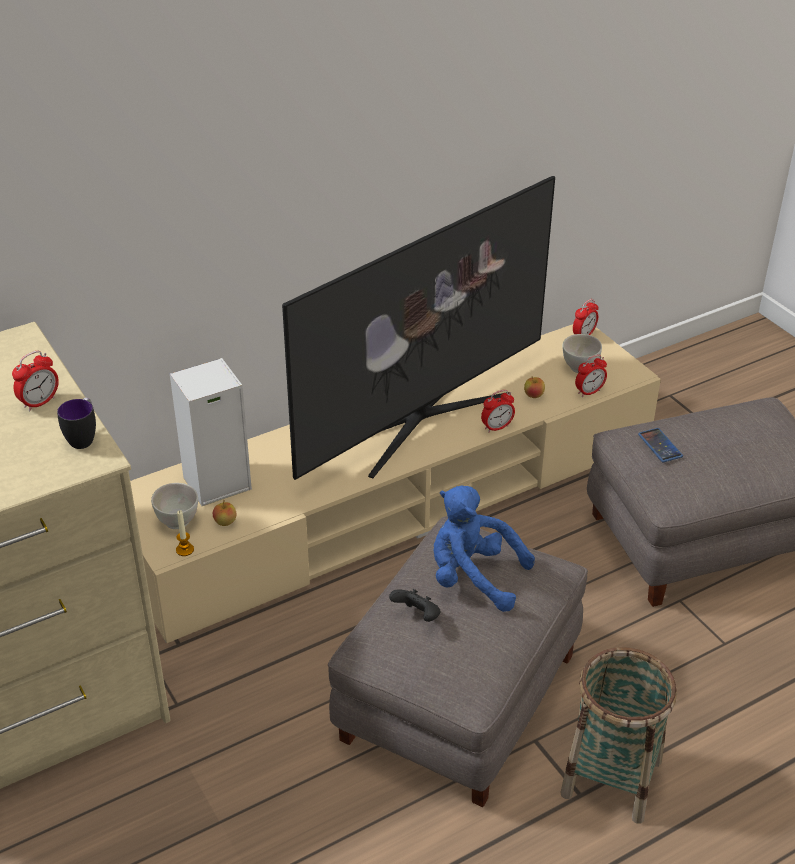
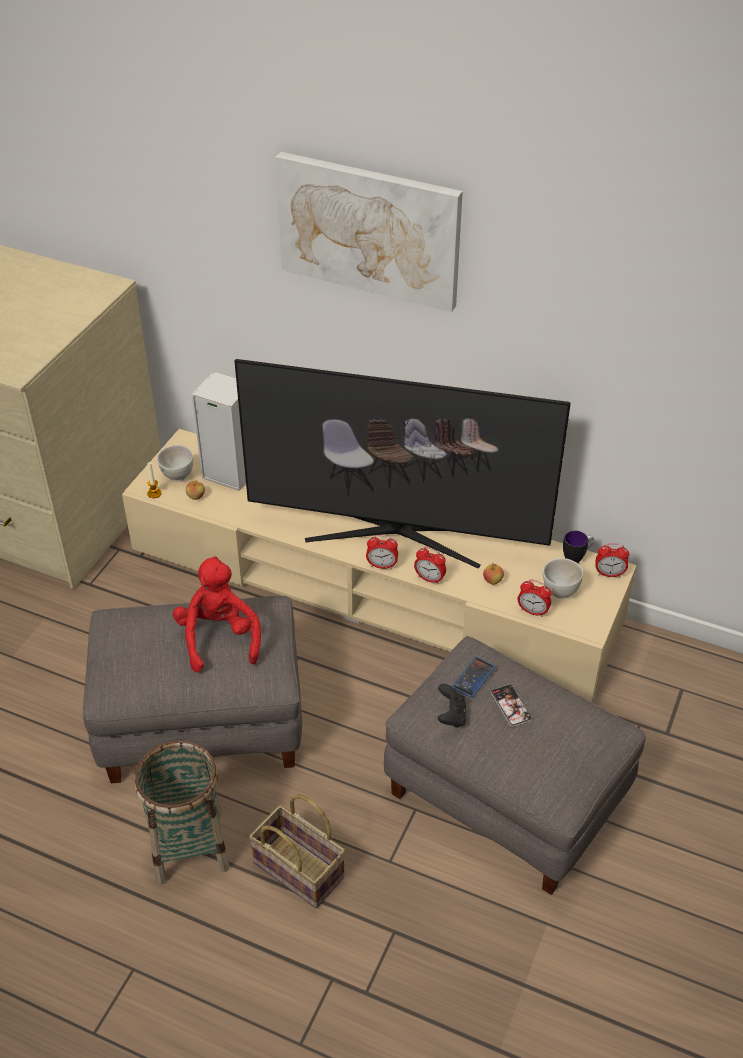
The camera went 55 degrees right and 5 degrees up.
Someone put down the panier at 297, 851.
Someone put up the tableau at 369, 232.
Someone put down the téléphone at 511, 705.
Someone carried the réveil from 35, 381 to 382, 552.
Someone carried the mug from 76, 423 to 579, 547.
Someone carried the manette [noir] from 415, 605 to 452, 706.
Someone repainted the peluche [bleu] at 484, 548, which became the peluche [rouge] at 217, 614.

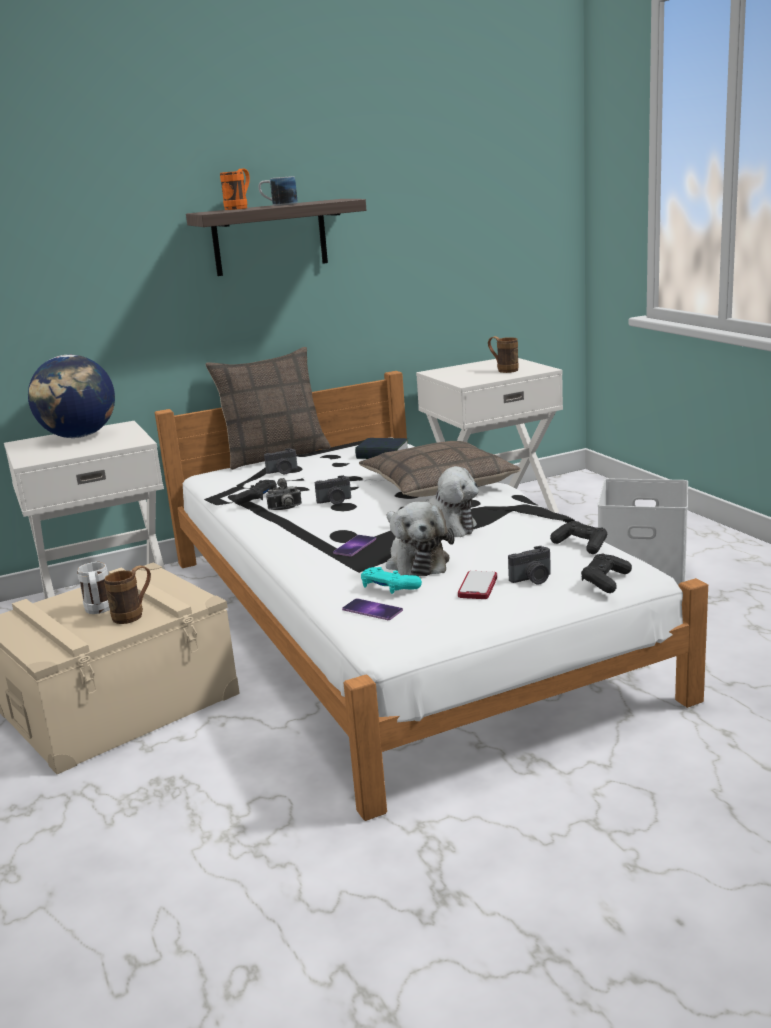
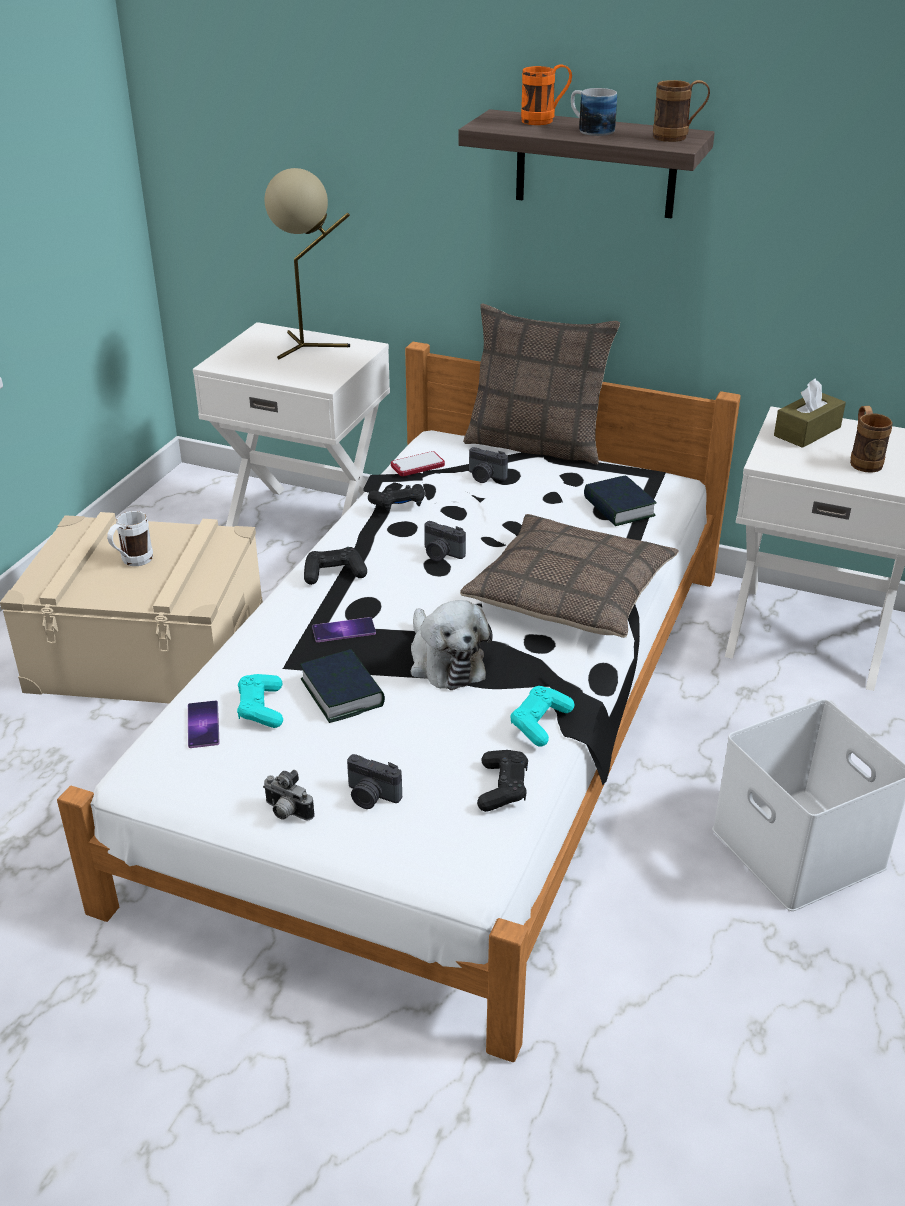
The camera went 45 degrees right and 15 degrees up.
Someone put down the manette [turquoise] at 542, 716.
Someone put down the boîte à mouchoirs [marron] at 810, 413.
Someone carried the mug [marron] from 127, 594 to 681, 111.
Someone carried the appareil photo from 284, 494 to 289, 795.
Someone carried the téléphone from 477, 585 to 418, 463.
Someone carried the manette [noir] from 606, 573 to 335, 566.
Someone swapped the globe at 71, 396 for the lampe de table [beige] at 307, 263.
Someone swapped the peluche at 420, 539 for the livre at 342, 686.

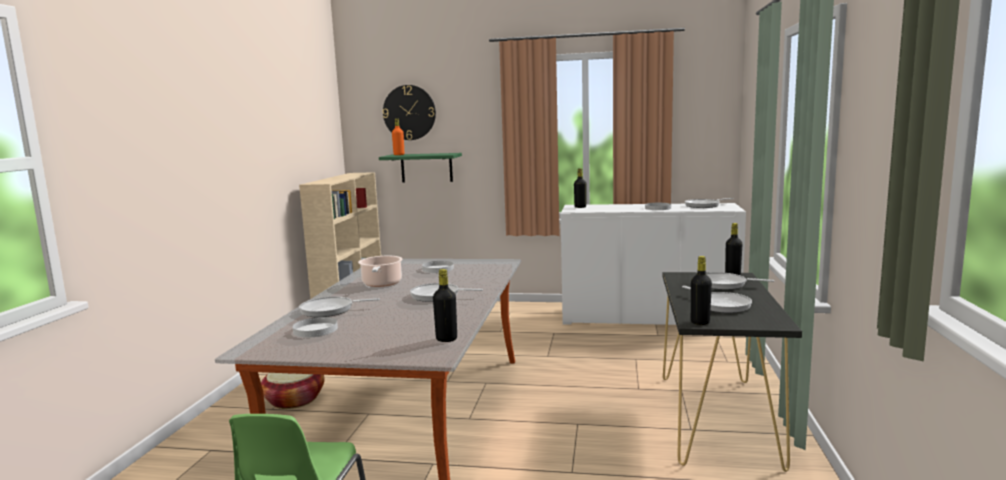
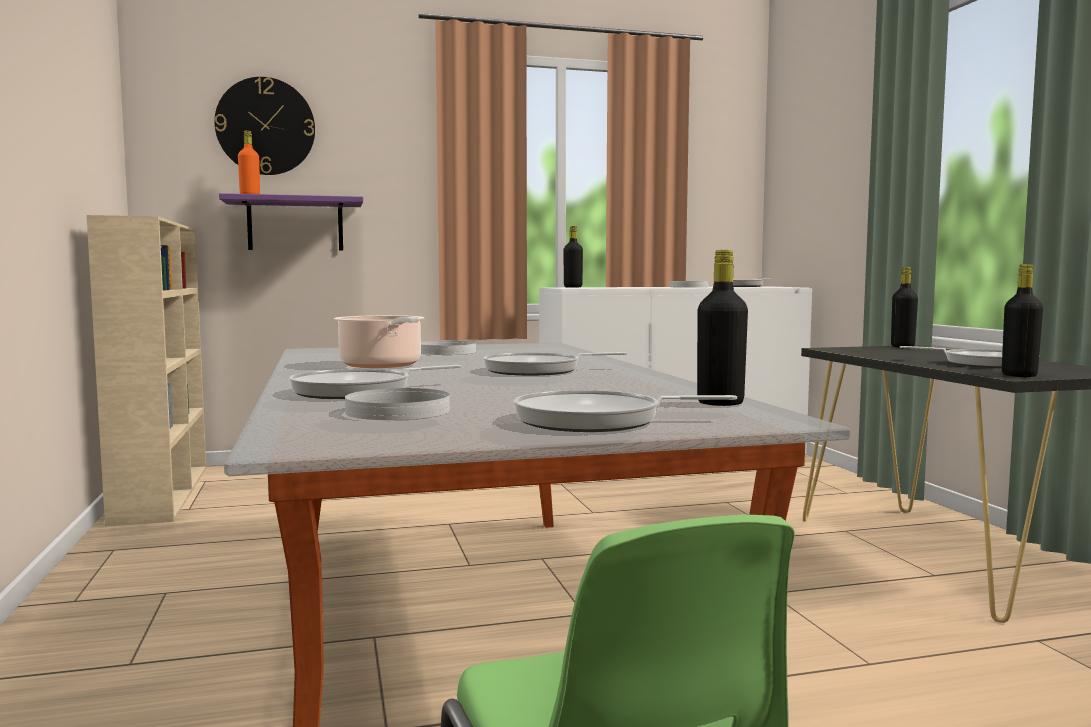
The camera went 25 degrees left and 5 degrees down.
Someone took away the panier at 293, 391.
Someone carried the poêle from 740, 281 to 625, 411.
Someone repainted the étagère [vert] at 420, 168, which became the étagère [violet] at 291, 222.

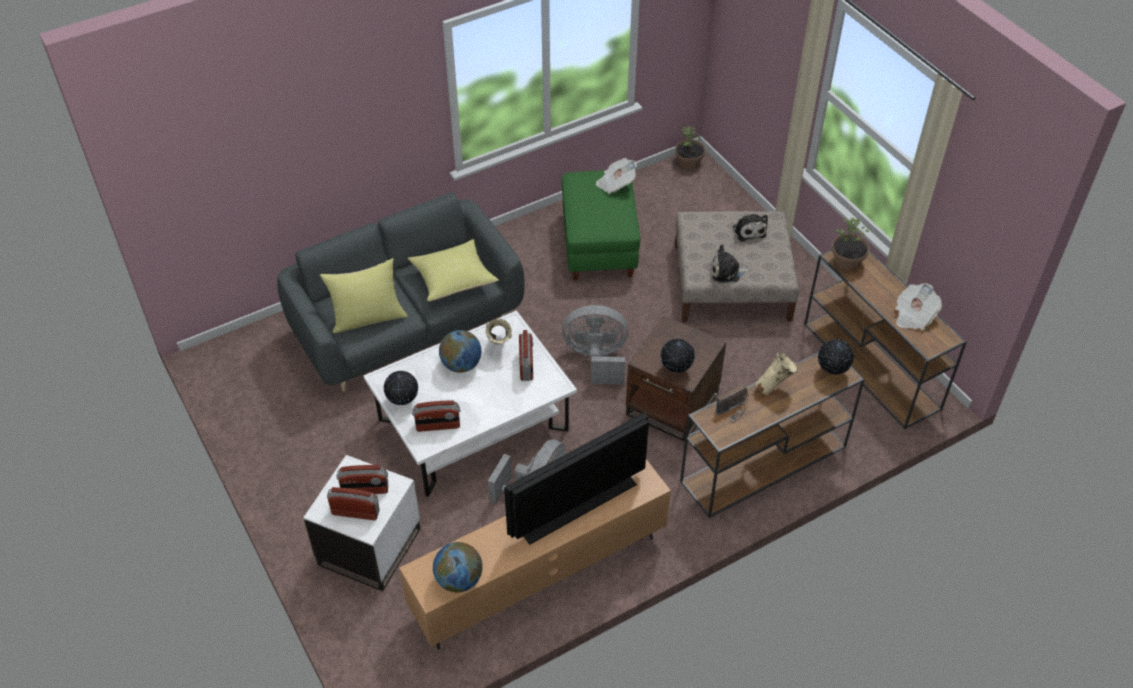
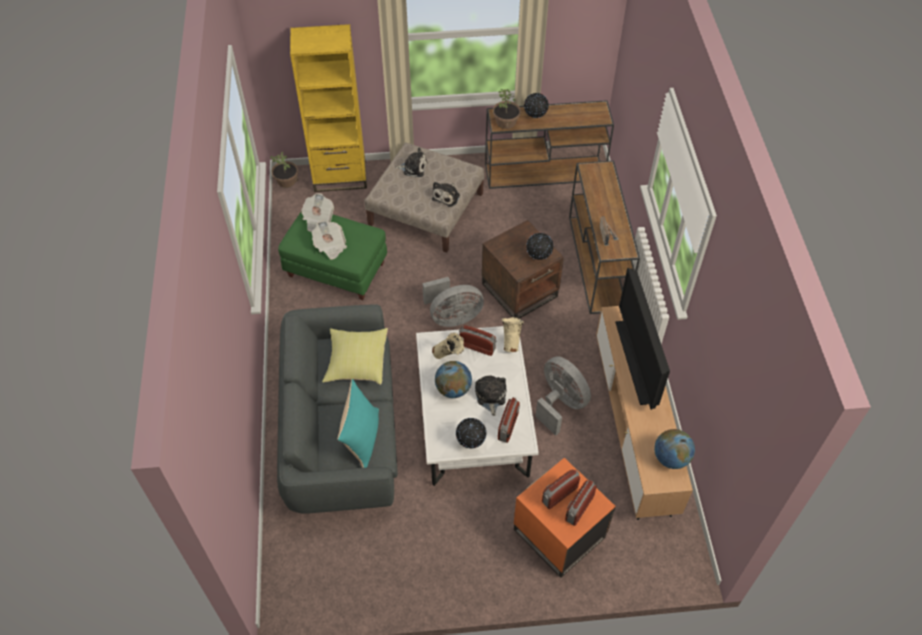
The camera went 65 degrees left and 5 degrees up.
Someone put down the bibliothèque [jaune] at 328, 108.
Someone put down the peluche at 490, 396.
Someone carried the vase [beige] from 776, 373 to 513, 334.
Someone carried the globe from 836, 357 to 536, 105.
Someone carried the journal from 918, 306 to 329, 240.
Someone repainted the table d'appoint [blanc] at 361, 523, which became the table d'appoint [orange] at 565, 518.
Someone repainted the coussin [jaune] at 364, 295, which became the coussin [turquoise] at 358, 423.
Someone rotated the radio at 362, 479 by 150 degrees counterclockwise.
Someone rotated the ventilateur [gris] at 595, 344 by 135 degrees counterclockwise.

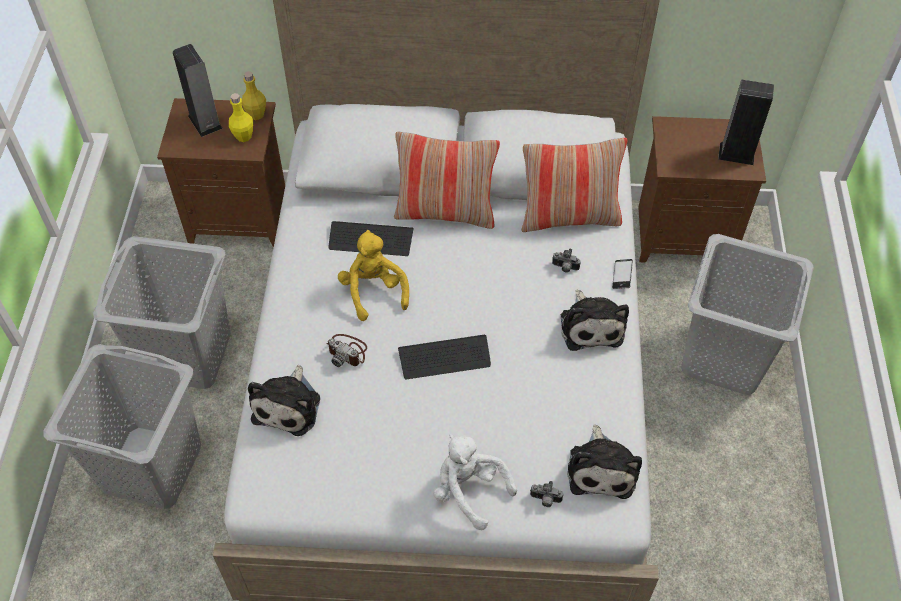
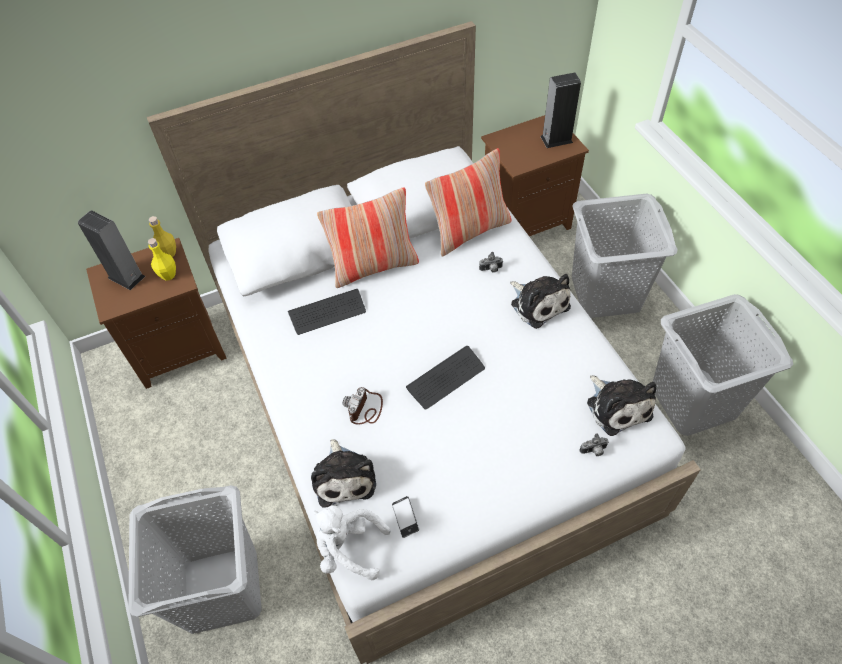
The camera went 25 degrees left and 0 degrees up.
Someone took away the peluche [jaune] at 373, 275.
Someone carried the panier à linge [gris] from 162, 312 to 723, 365.
Someone carried the peluche [blanc] from 475, 482 to 352, 542.
Someone carried the téléphone from 622, 274 to 405, 517.
Someone rotated the appareil photo at 346, 350 by 105 degrees clockwise.

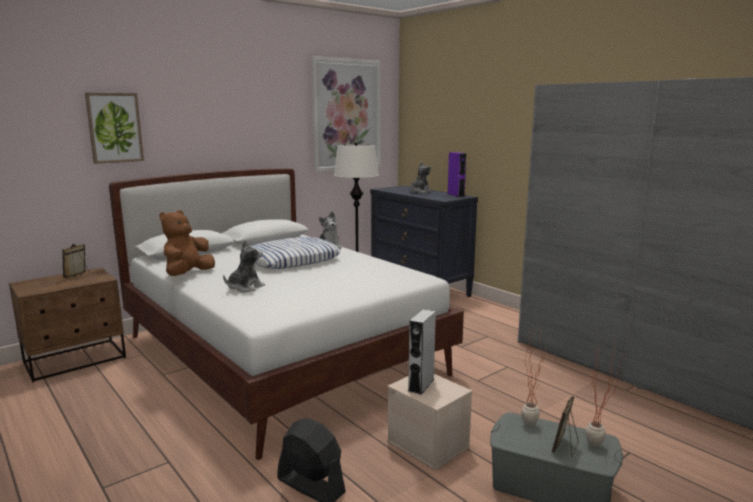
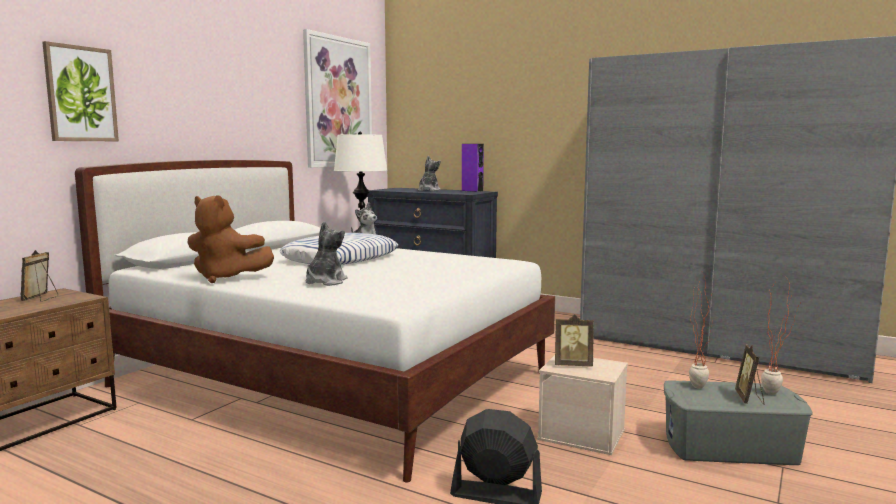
The camera went 20 degrees left and 5 degrees down.
Someone swapped the enceinte [gris] at 422, 352 for the cadre photo at 574, 340.
Someone rotated the peluche [marron] at 187, 243 by 75 degrees counterclockwise.

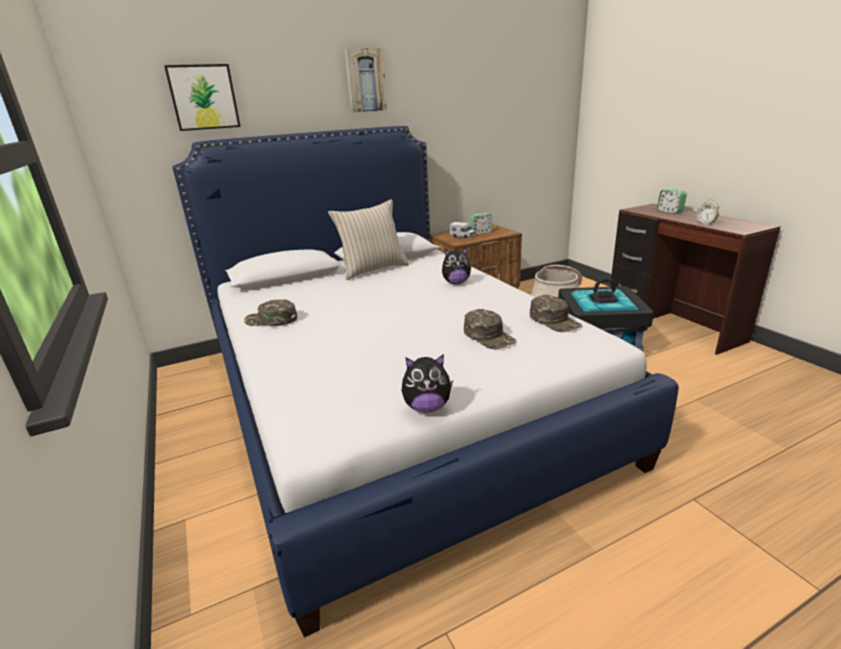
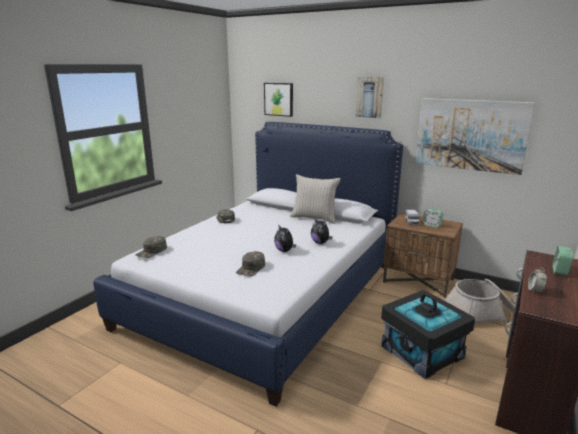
The camera went 55 degrees right and 5 degrees down.
Someone put up the tableau at 475, 136.
Someone carried the peluche from 427, 383 to 285, 238.
Someone carried the casquette [vert] from 556, 313 to 151, 247.

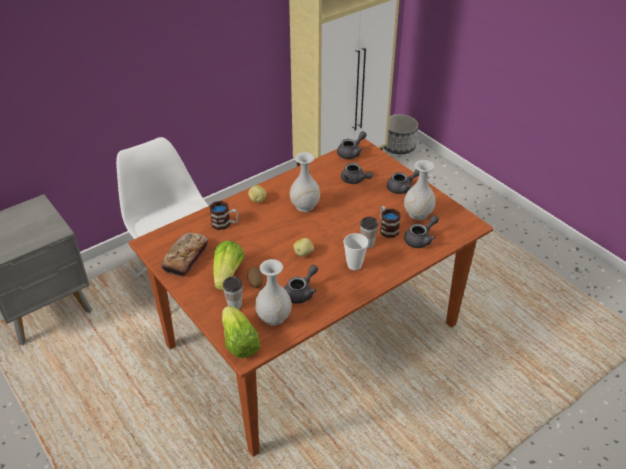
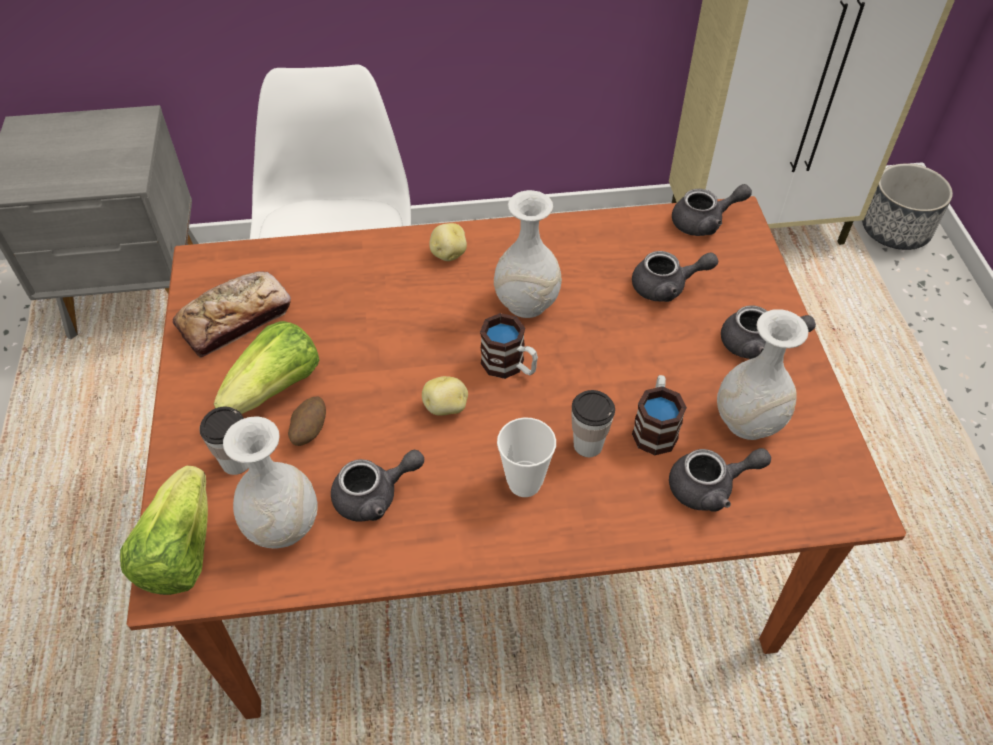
The camera went 30 degrees right and 10 degrees up.
Someone carried the mug from 223, 215 to 509, 346.
Someone rotated the théière [gris] at 357, 173 by 75 degrees counterclockwise.

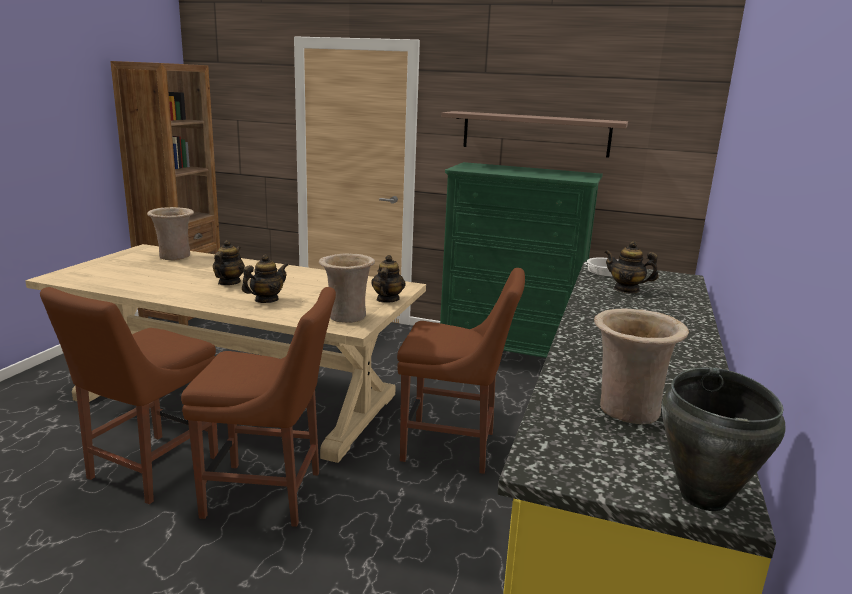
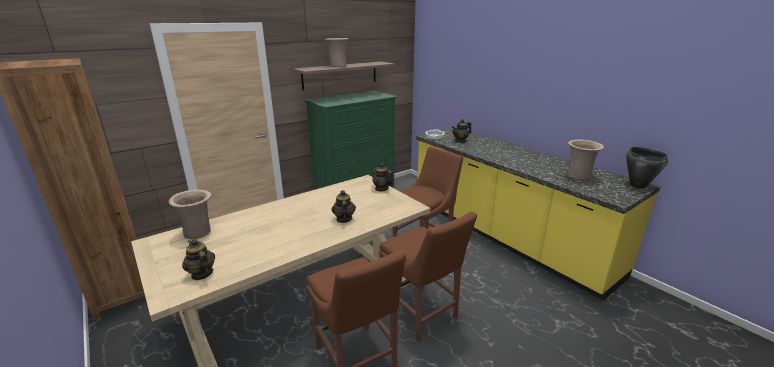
The camera went 55 degrees left and 5 degrees up.
Someone carried the théière from 229, 262 to 198, 259.
Someone carried the vase [beige] from 347, 288 to 336, 52.
Someone rotated the chaise [marron] at 258, 407 by 105 degrees clockwise.

